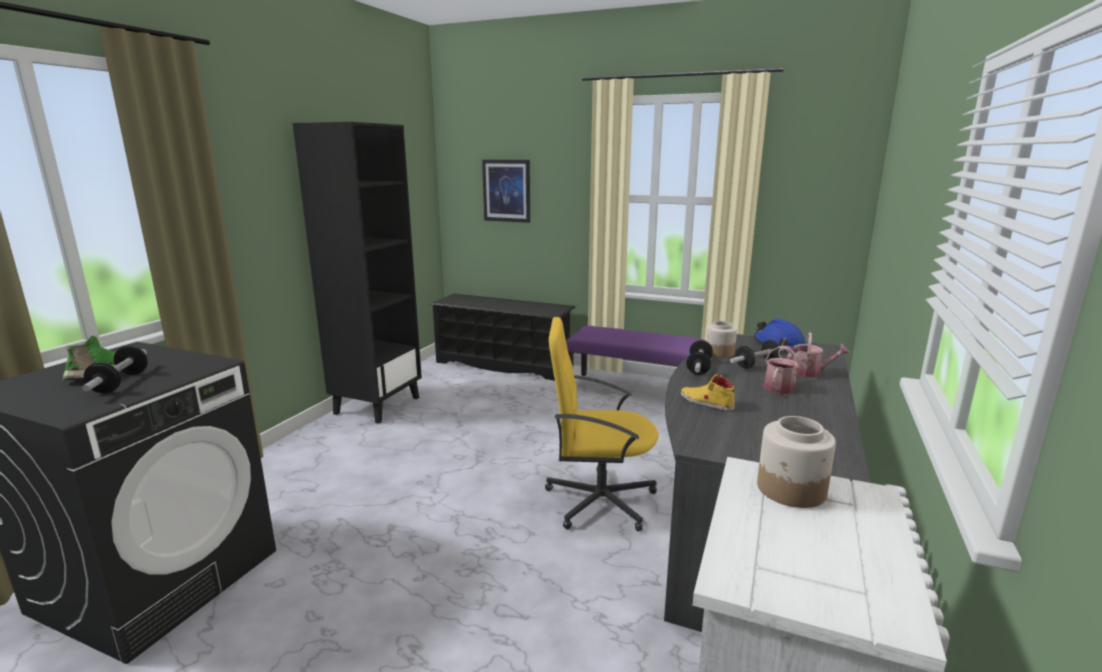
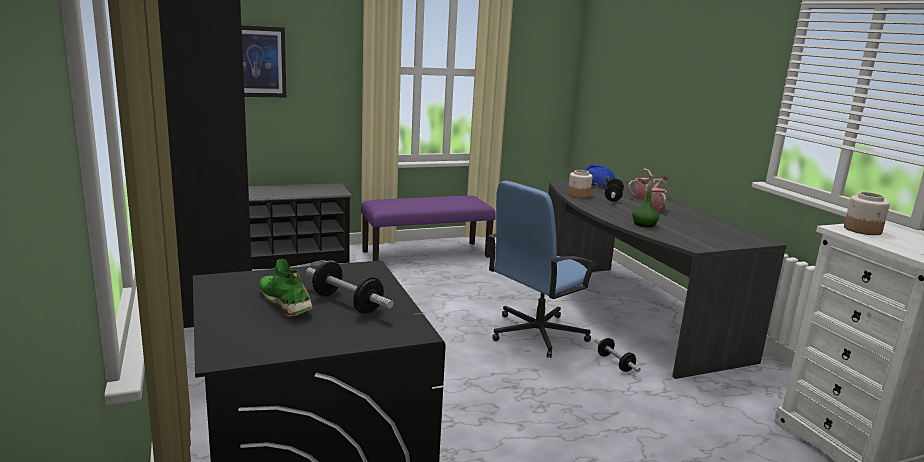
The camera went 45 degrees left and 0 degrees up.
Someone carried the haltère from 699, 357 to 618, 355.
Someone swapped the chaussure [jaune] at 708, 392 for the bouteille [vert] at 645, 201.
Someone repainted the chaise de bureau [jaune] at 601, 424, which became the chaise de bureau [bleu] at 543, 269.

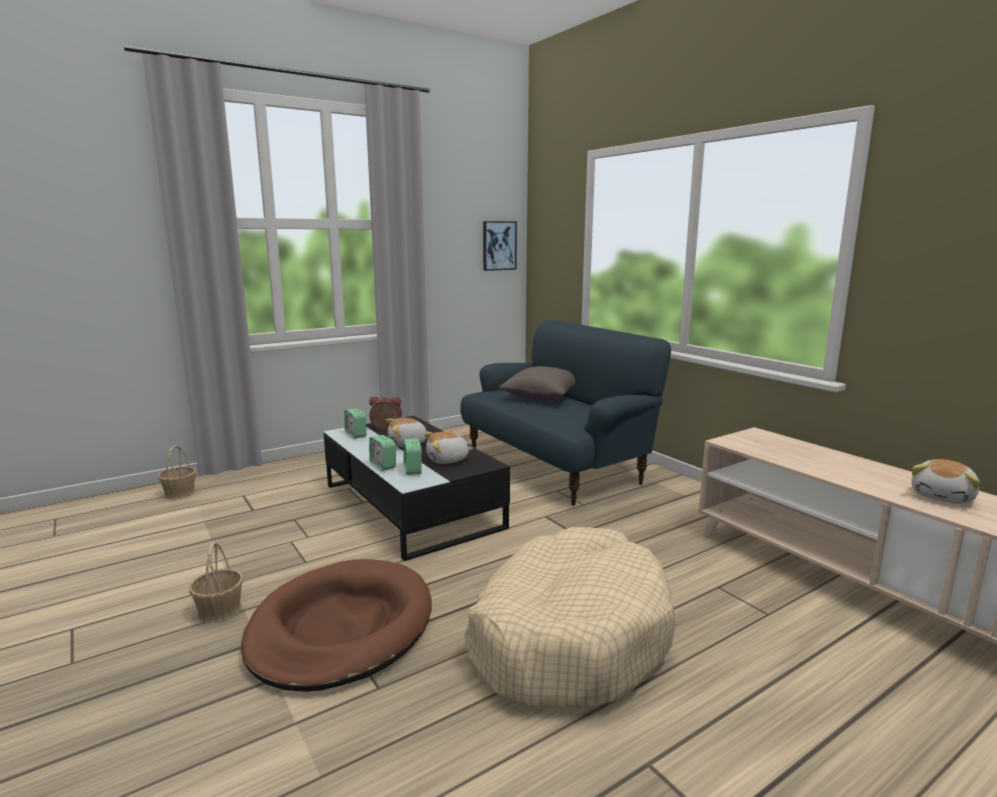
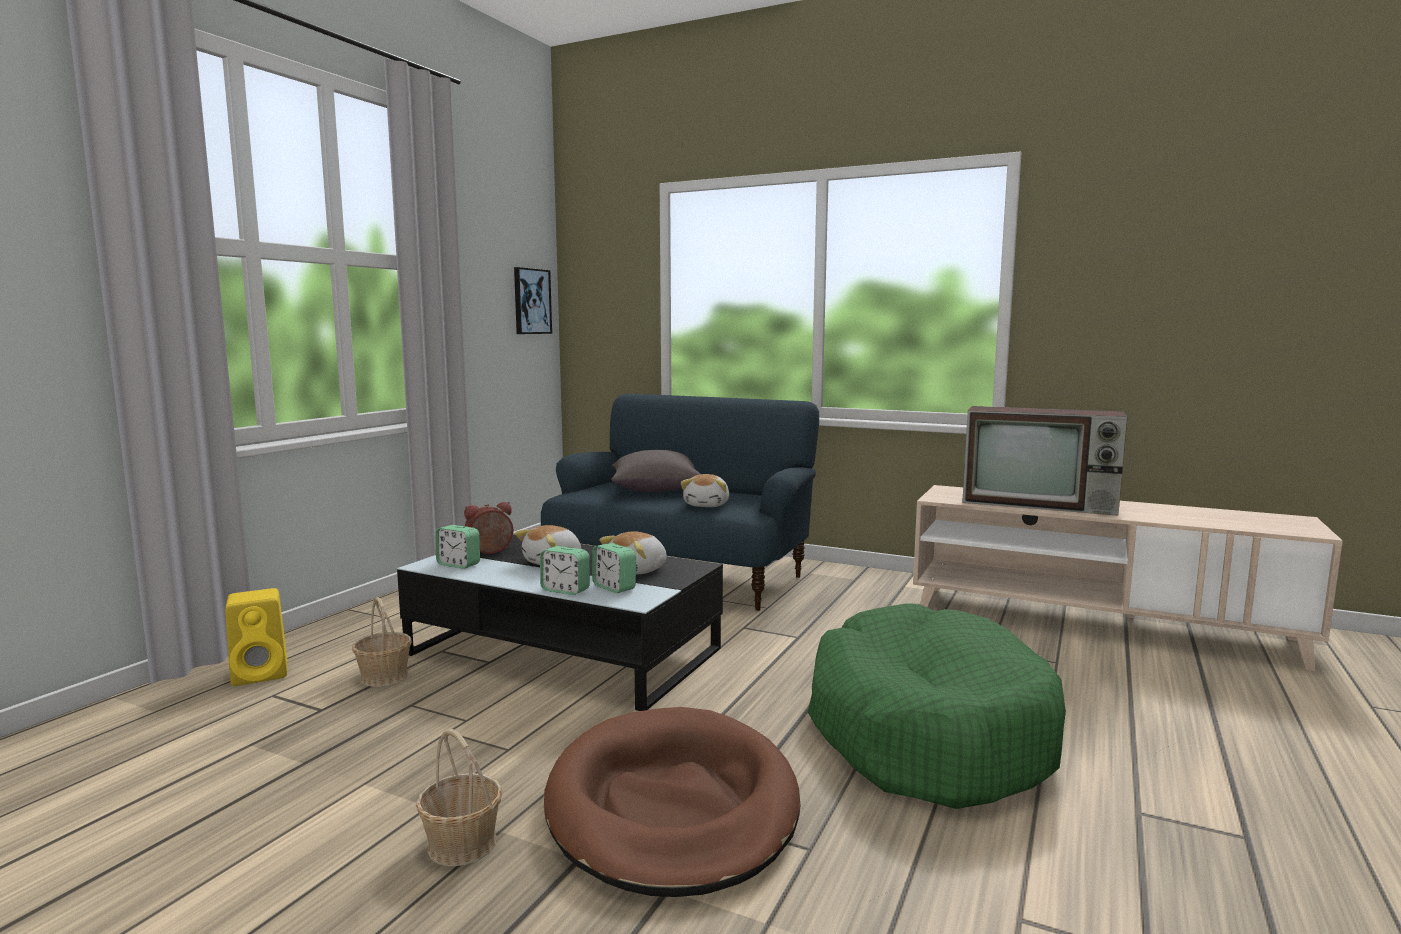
The camera went 30 degrees left and 5 degrees down.
Someone put down the enceinte [jaune] at 256, 637.
Someone put down the téléviseur at 1044, 461.
Someone carried the panier from 177, 472 to 382, 642.
Someone carried the peluche from 945, 481 to 705, 490.
Someone repainted the panier pour chien [beige] at 570, 618, which became the panier pour chien [vert] at 937, 706.

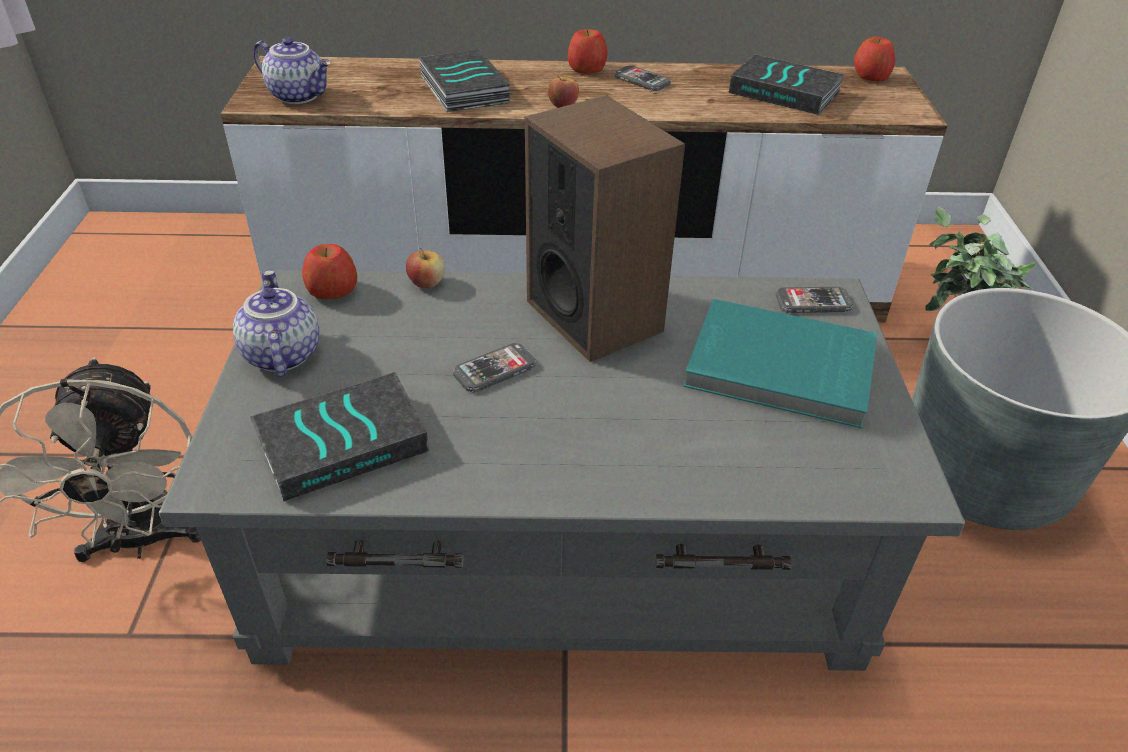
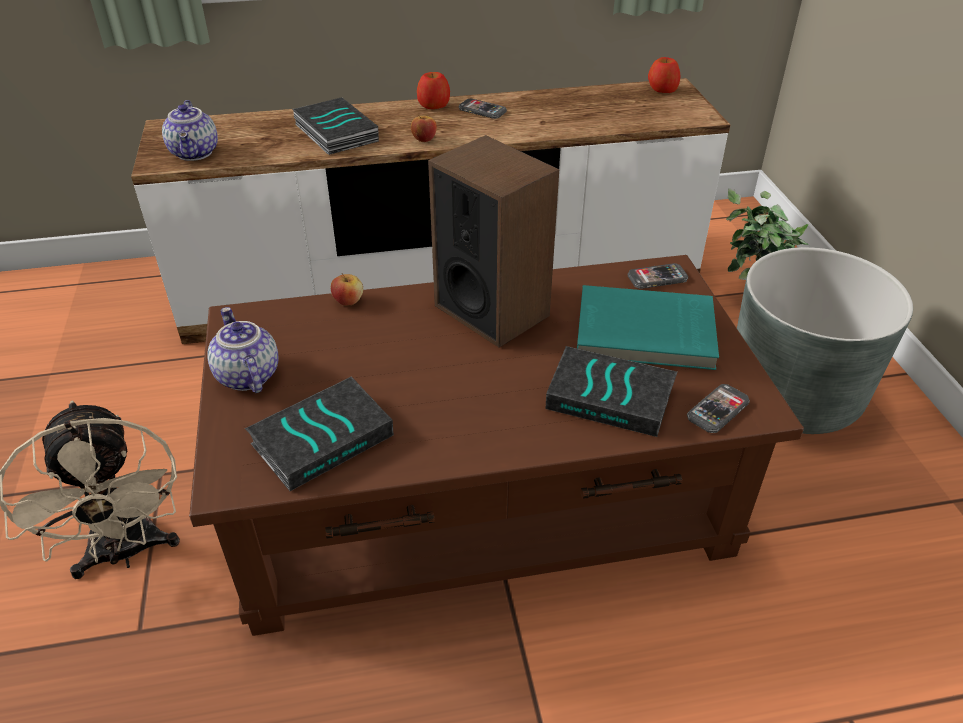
The camera went 10 degrees left and 0 degrees up.
Someone took away the pomme at 329, 271.
Someone carried the téléphone from 494, 367 to 718, 408.
Someone carried the livre from 787, 84 to 611, 391.
Someone repainted the table basse [gris] at 562, 470, which became the table basse [marron] at 496, 445.
Someone rotated the théière at 292, 70 by 60 degrees clockwise.

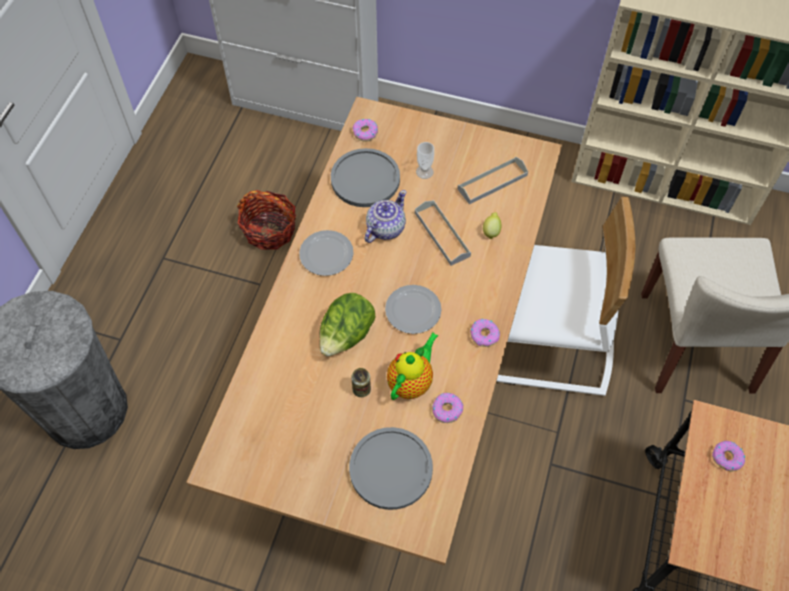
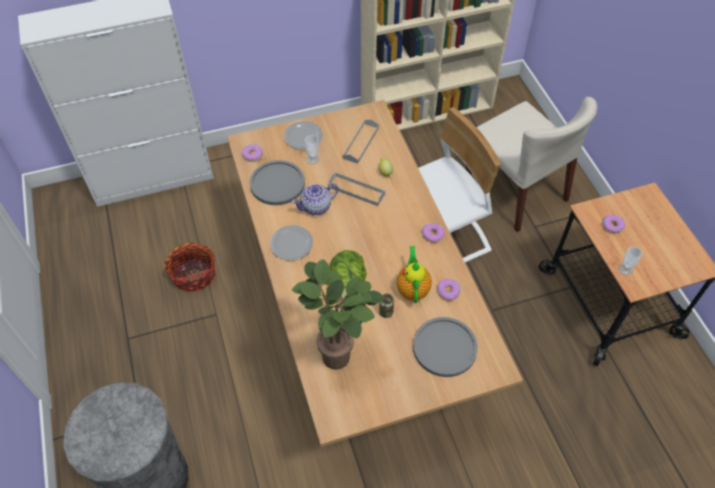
The camera went 35 degrees left and 5 degrees down.
Someone put down the plante en pot at 338, 314.
Someone put down the tasse at 630, 261.
Someone carried the assiette from 413, 309 to 303, 135.
Someone rotated the théière at 385, 216 by 120 degrees counterclockwise.

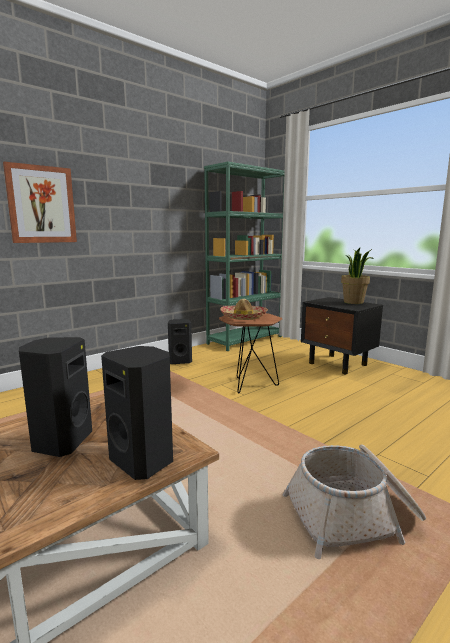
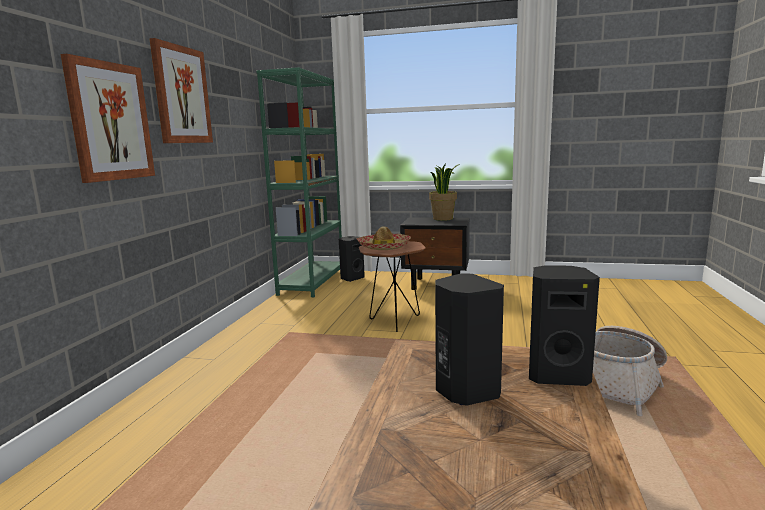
The camera went 35 degrees left and 0 degrees up.
Someone put up the tableau at 181, 90.
Someone carried the enceinte [noir] from 180, 341 to 352, 259.

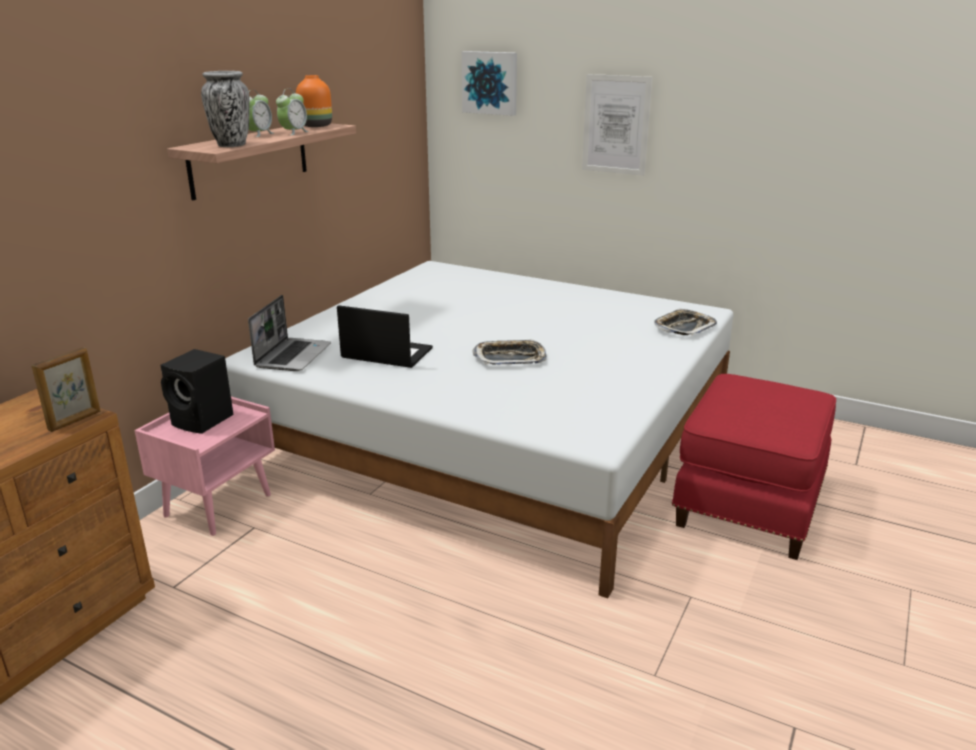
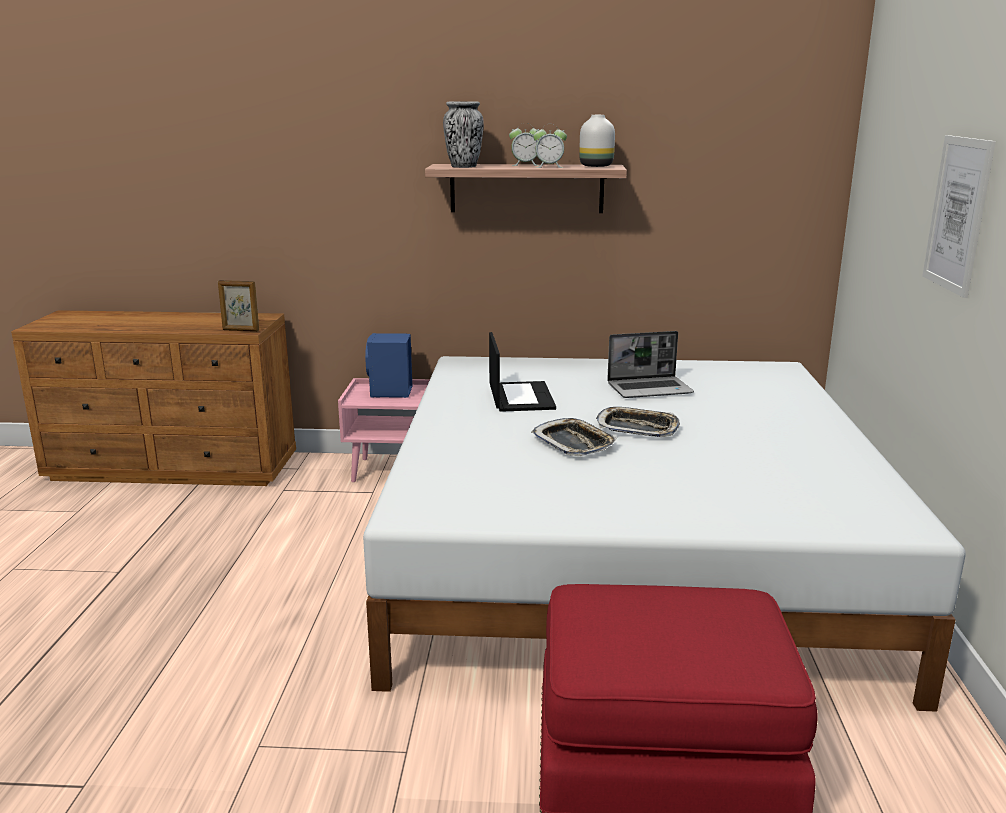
The camera went 65 degrees right and 5 degrees down.
Someone took away the tableau at 489, 83.
Someone carried the ordinateur portable from 289, 333 to 650, 364.
Someone carried the plateau from 685, 322 to 638, 422.
Someone repainted the enceinte [noir] at 197, 391, which became the enceinte [bleu] at 388, 365.
Someone repainted the vase [orange] at 314, 101, which became the vase [blanc] at 597, 141.

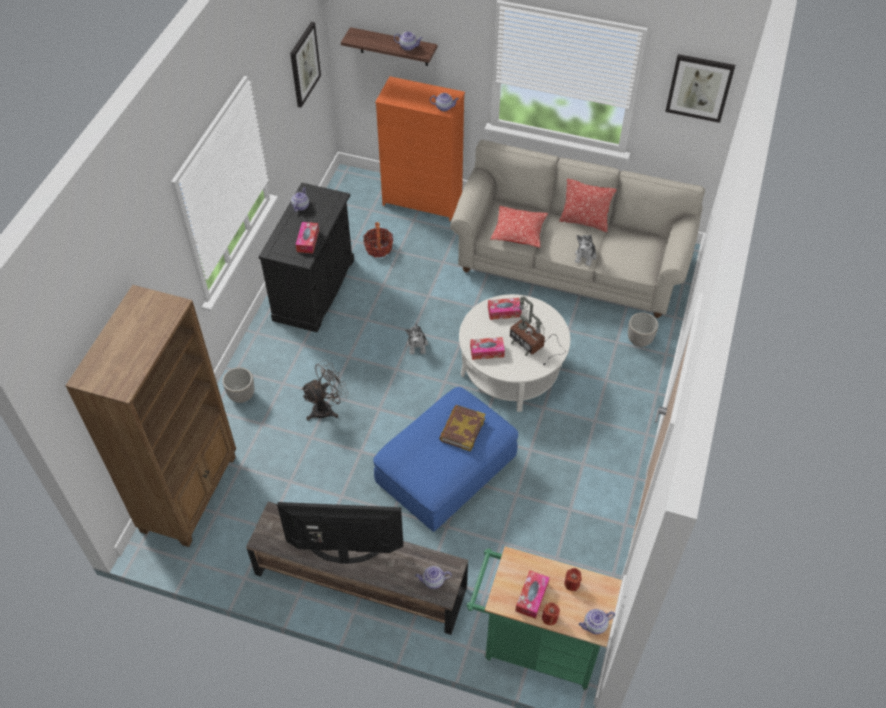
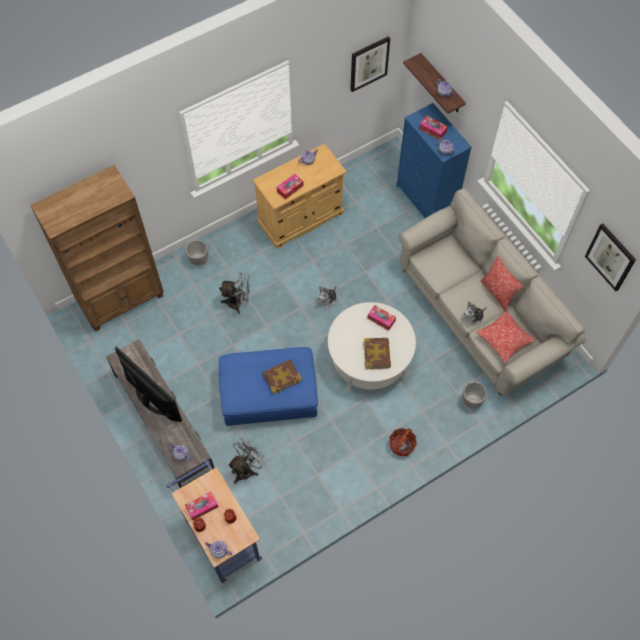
The camera went 40 degrees right and 10 degrees up.
Someone put down the ventilateur [gris] at 247, 461.
Someone carried the panier from 378, 239 to 403, 442.
Someone carried the boîte à mouchoirs from 487, 348 to 433, 127.
Someone carried the coussin from 519, 227 to 505, 337.
Someone swapped the lampe de table at 538, 330 for the livre at 377, 353.
Someone repainted the meuble de rangement [noir] at 306, 257, which became the meuble de rangement [beige] at 300, 196.
Someone repainted the commode [orange] at 420, 148, which became the commode [bleu] at 434, 160.
Someone repainted the chariot [vert] at 544, 618, which became the chariot [bleu] at 214, 521.

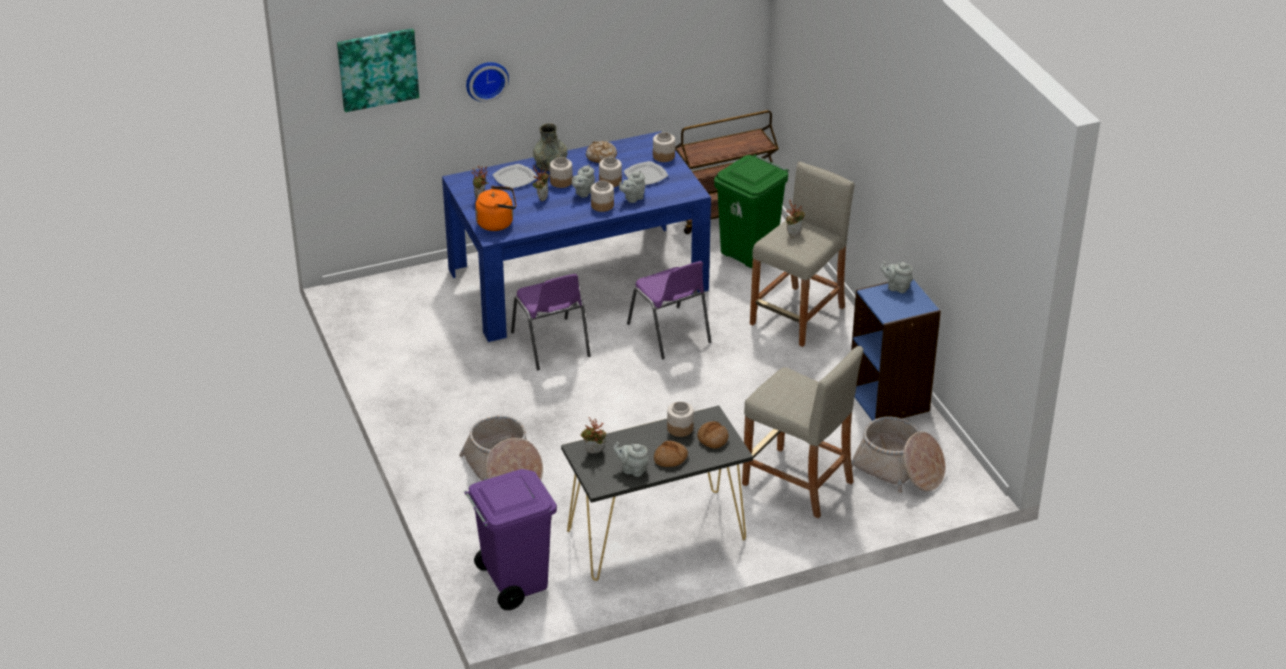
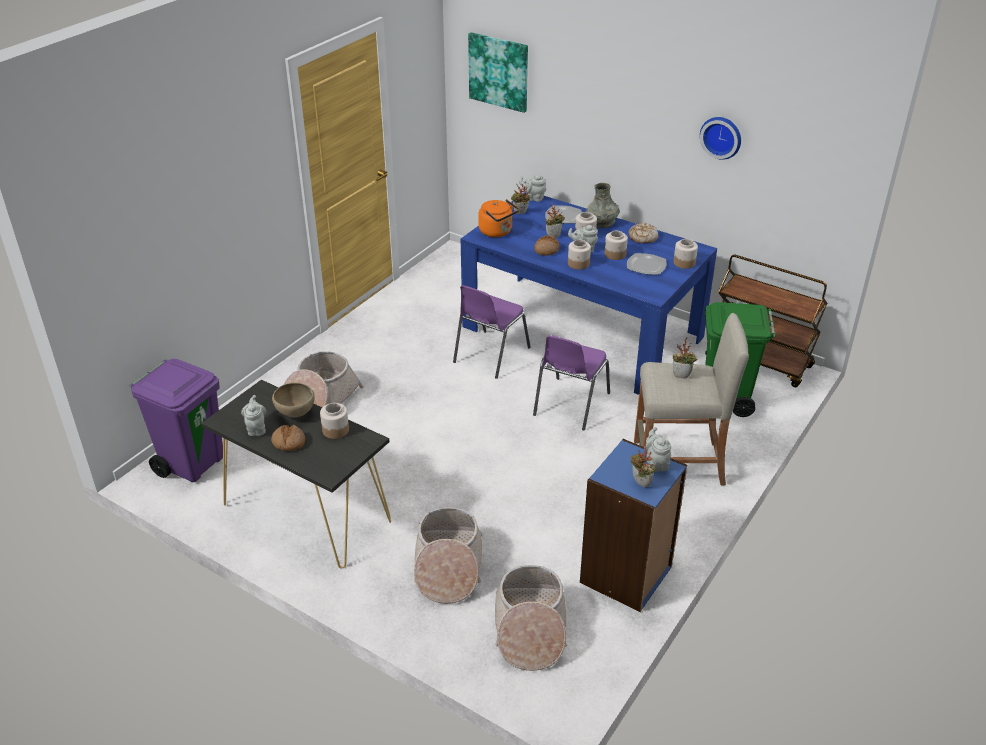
The camera went 55 degrees right and 0 degrees up.
Someone put down the bol [marron] at 293, 400.
Someone carried the horloge murale from 487, 82 to 720, 138.
Someone carried the plante en pot from 593, 436 to 642, 466.
Someone carried the théière [gris] from 632, 187 to 532, 188.
Someone carried the pain from 713, 435 to 547, 245.
Someone swapped the tabouret [beige] at 802, 432 for the panier at 448, 555.

